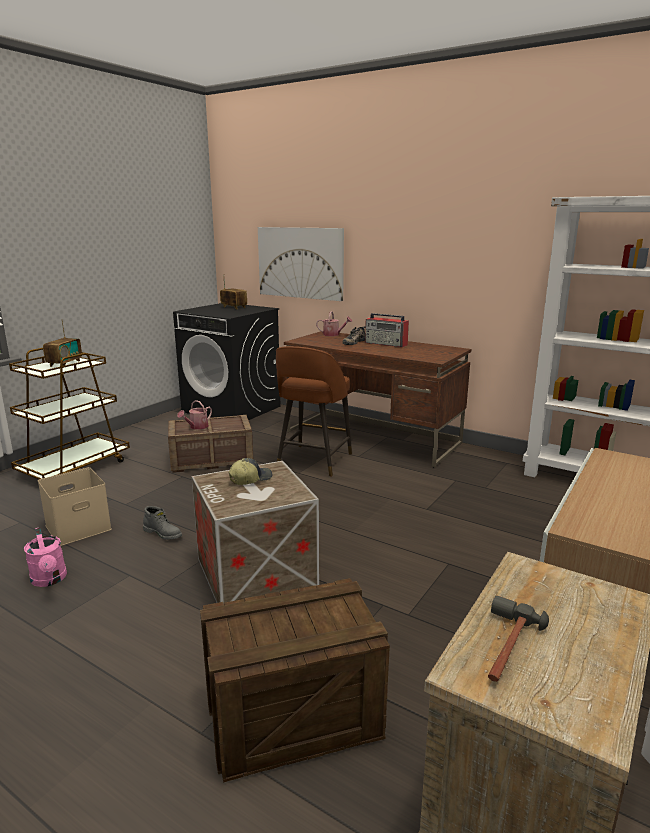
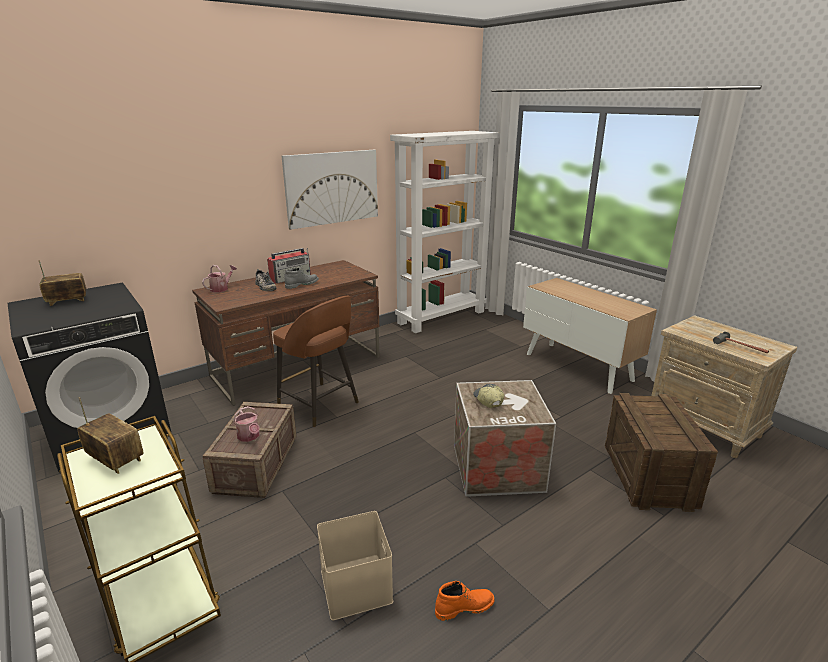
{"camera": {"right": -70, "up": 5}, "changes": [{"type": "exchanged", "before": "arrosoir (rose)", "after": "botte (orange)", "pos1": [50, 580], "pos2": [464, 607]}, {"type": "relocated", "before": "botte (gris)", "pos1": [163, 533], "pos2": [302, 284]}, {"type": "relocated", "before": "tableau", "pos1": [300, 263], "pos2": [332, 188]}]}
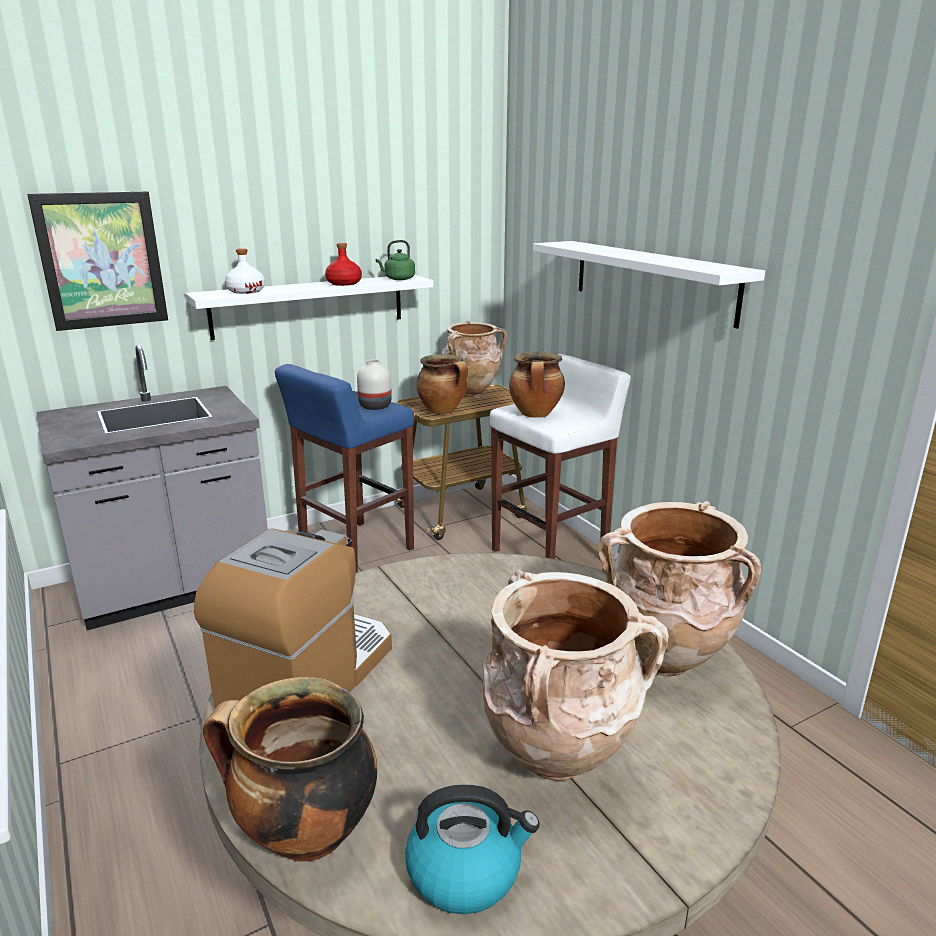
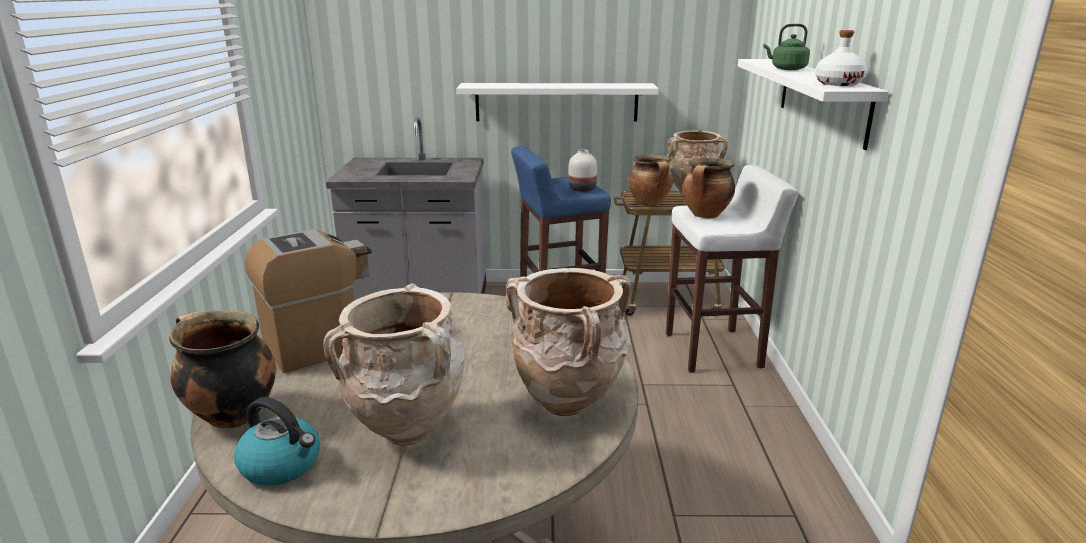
{"camera": {"right": 30, "up": 0}, "changes": [{"type": "missing", "before": "tableau", "pos1": [102, 260]}, {"type": "relocated", "before": "bouteille (blanc)", "pos1": [246, 291], "pos2": [838, 83]}, {"type": "missing", "before": "bouteille (rouge)", "pos1": [344, 283]}, {"type": "relocated", "before": "bouilloire (vert)", "pos1": [398, 279], "pos2": [786, 69]}]}
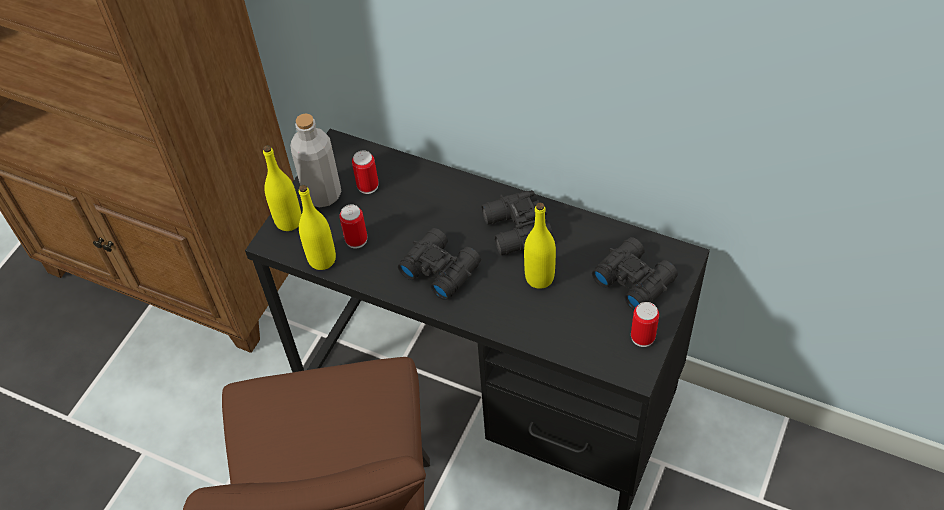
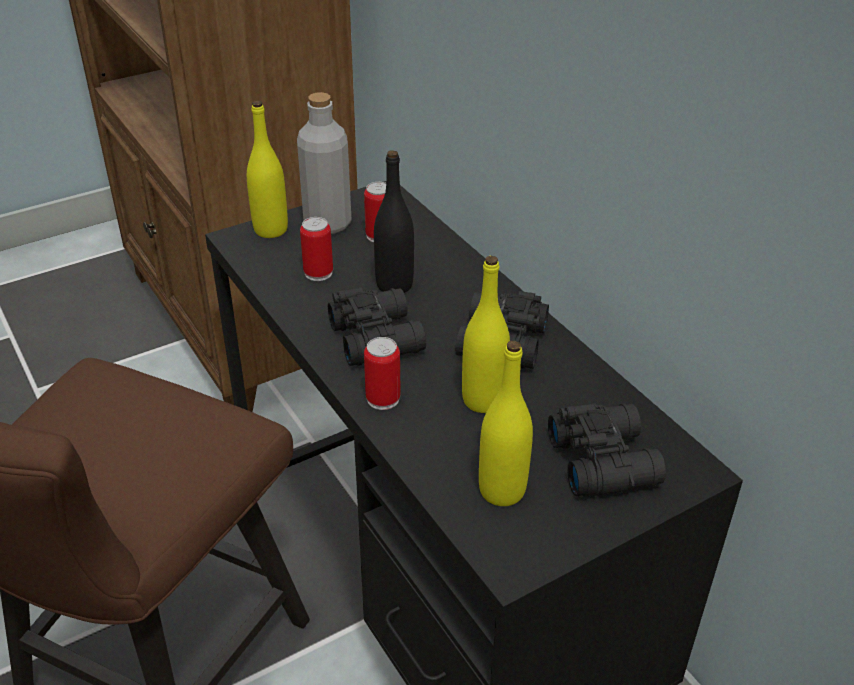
{"camera": {"right": 30, "up": -15}, "changes": [{"type": "relocated", "before": "bouteille (jaune)", "pos1": [322, 259], "pos2": [502, 490]}, {"type": "relocated", "before": "boîte métallique", "pos1": [642, 337], "pos2": [383, 399]}, {"type": "appeared", "after": "bouteille (noir)", "pos2": [394, 285]}]}
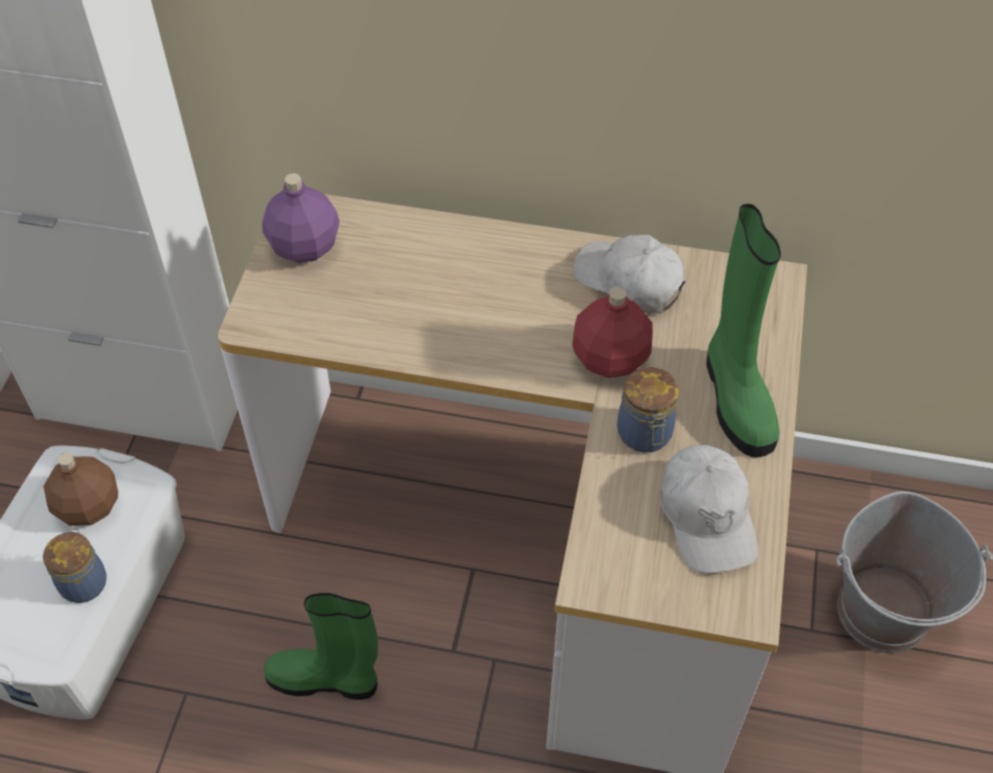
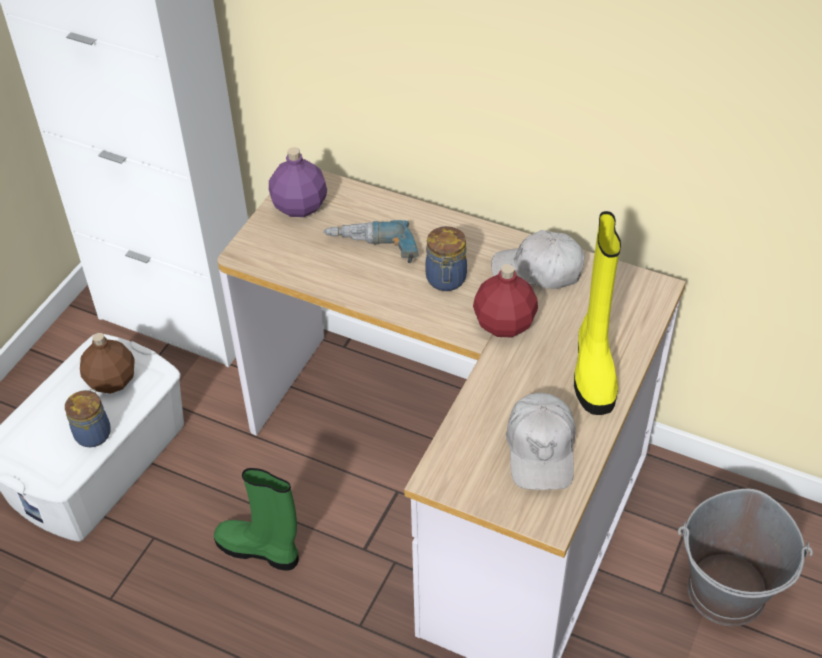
{"camera": {"right": 15, "up": -5}, "changes": [{"type": "spun", "before": "casquette (blanc)", "pos1": [629, 282], "pos2": [538, 271], "turn": -45}, {"type": "relocated", "before": "bocal", "pos1": [645, 435], "pos2": [446, 280]}, {"type": "colour", "before": "botte (vert)", "after": "botte (jaune)", "pos1": [736, 398], "pos2": [593, 369]}, {"type": "appeared", "after": "perceuse", "pos2": [370, 251]}]}
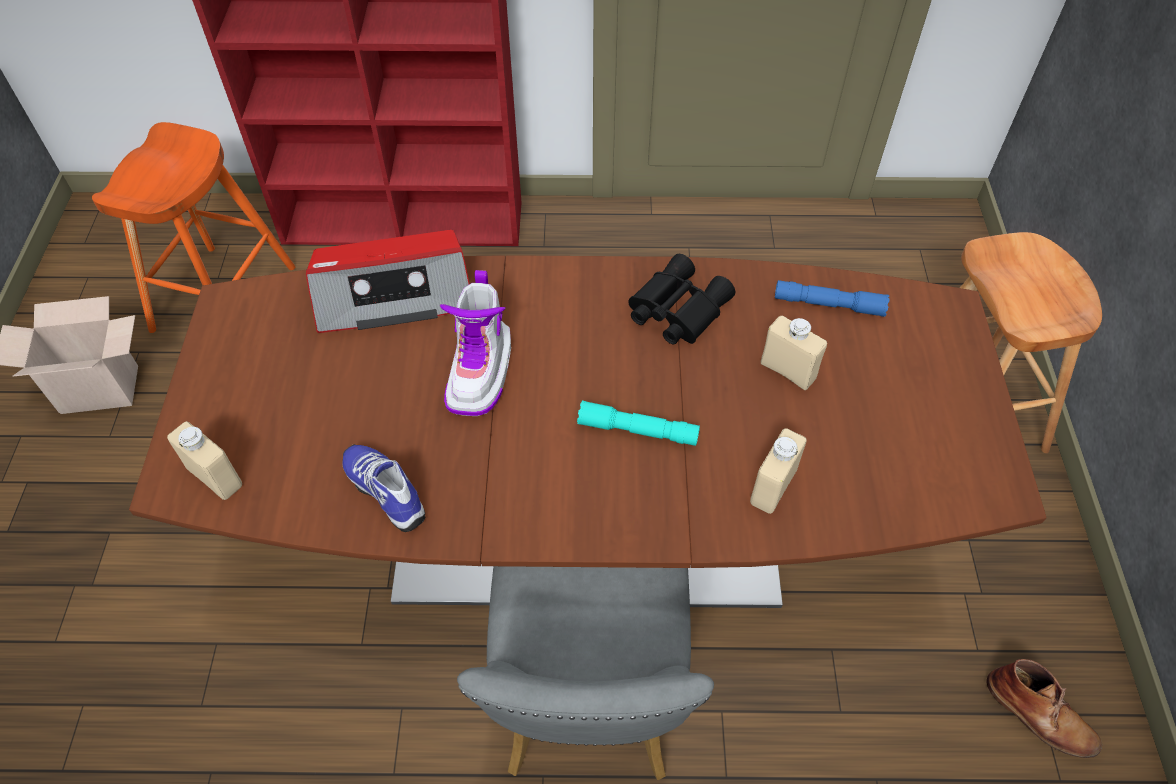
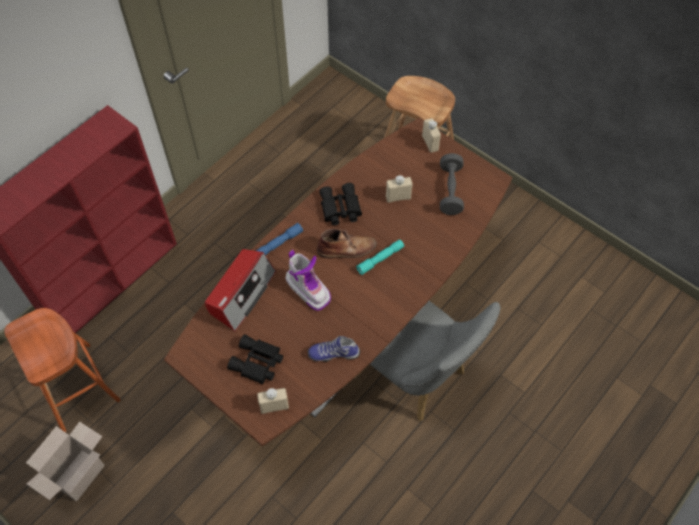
{"camera": {"right": -50, "up": 5}, "changes": [{"type": "relocated", "before": "bouteille (beige)", "pos1": [772, 487], "pos2": [430, 143]}, {"type": "relocated", "before": "lampe de poche (bleu)", "pos1": [828, 304], "pos2": [279, 243]}, {"type": "relocated", "before": "botte (marron)", "pos1": [1041, 715], "pos2": [347, 249]}, {"type": "appeared", "after": "jumelles (noir)", "pos2": [257, 363]}, {"type": "appeared", "after": "haltère (gris)", "pos2": [450, 190]}]}
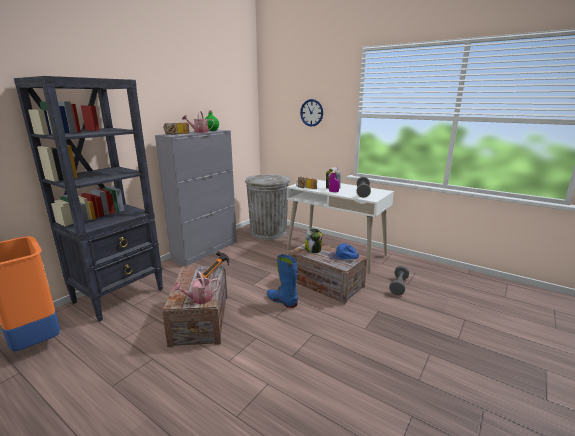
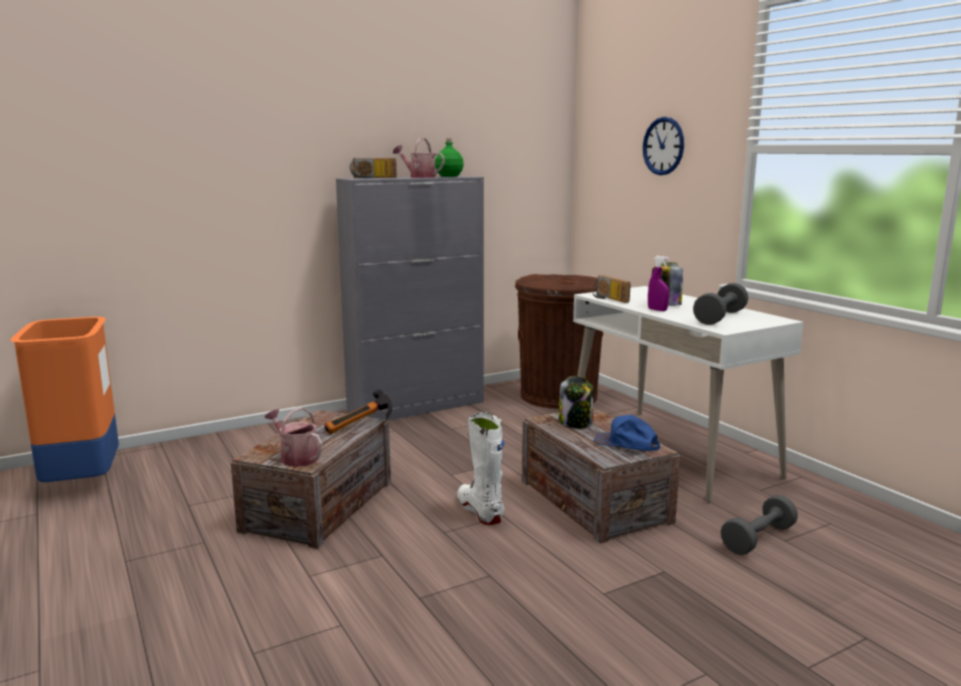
{"camera": {"right": 25, "up": -5}, "changes": [{"type": "missing", "before": "bibliothèque (noir)", "pos1": [120, 295]}, {"type": "spun", "before": "arrosoir", "pos1": [199, 299], "pos2": [296, 457], "turn": 45}, {"type": "colour", "before": "poubelle (gris)", "after": "poubelle (marron)", "pos1": [268, 232], "pos2": [559, 396]}, {"type": "colour", "before": "botte (bleu)", "after": "botte (blanc)", "pos1": [282, 301], "pos2": [480, 511]}]}
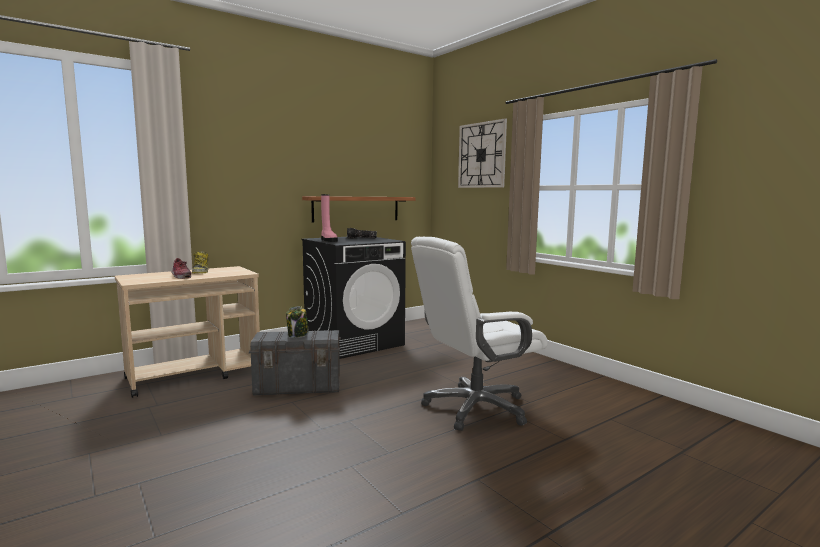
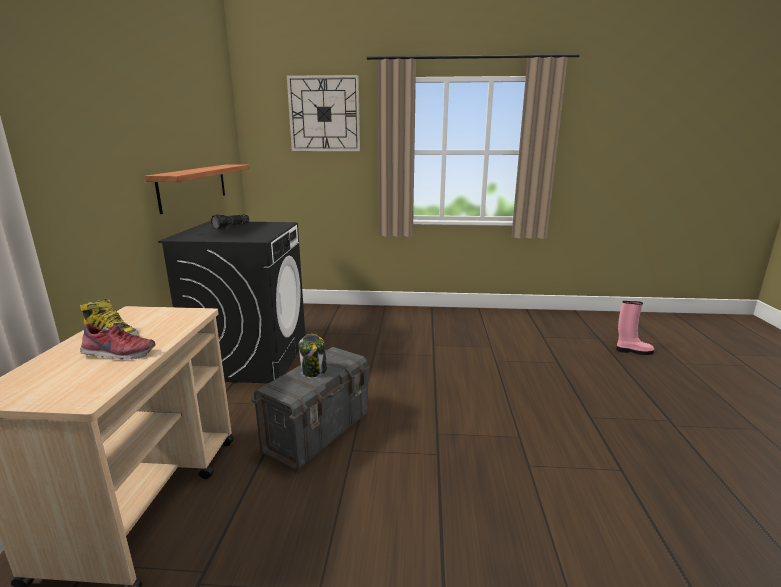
{"camera": {"right": -50, "up": 10}, "changes": [{"type": "relocated", "before": "botte (rose)", "pos1": [328, 240], "pos2": [633, 351]}, {"type": "missing", "before": "chaise de bureau (blanc)", "pos1": [475, 408]}]}
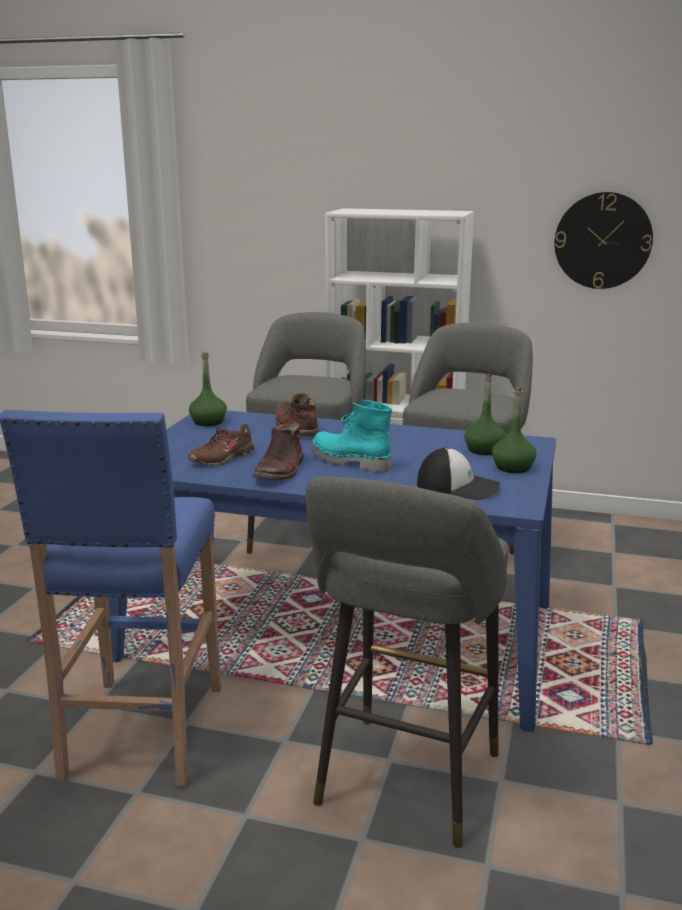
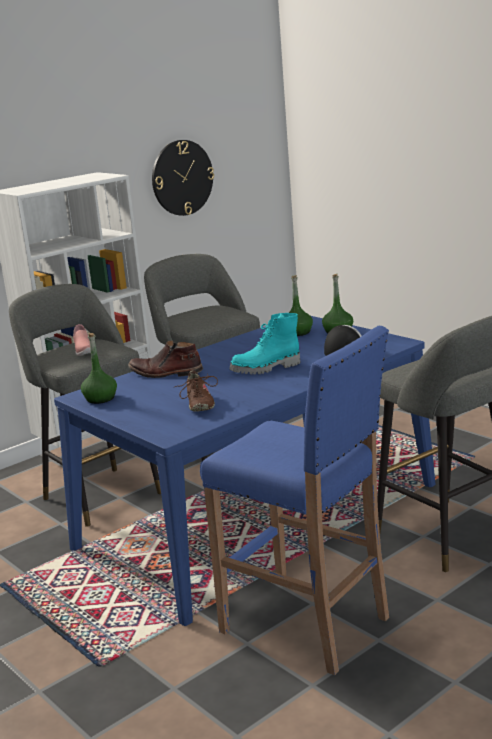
{"camera": {"right": -55, "up": 0}, "changes": [{"type": "missing", "before": "botte (marron)", "pos1": [280, 471]}, {"type": "appeared", "after": "chaussure (rose)", "pos2": [83, 350]}]}
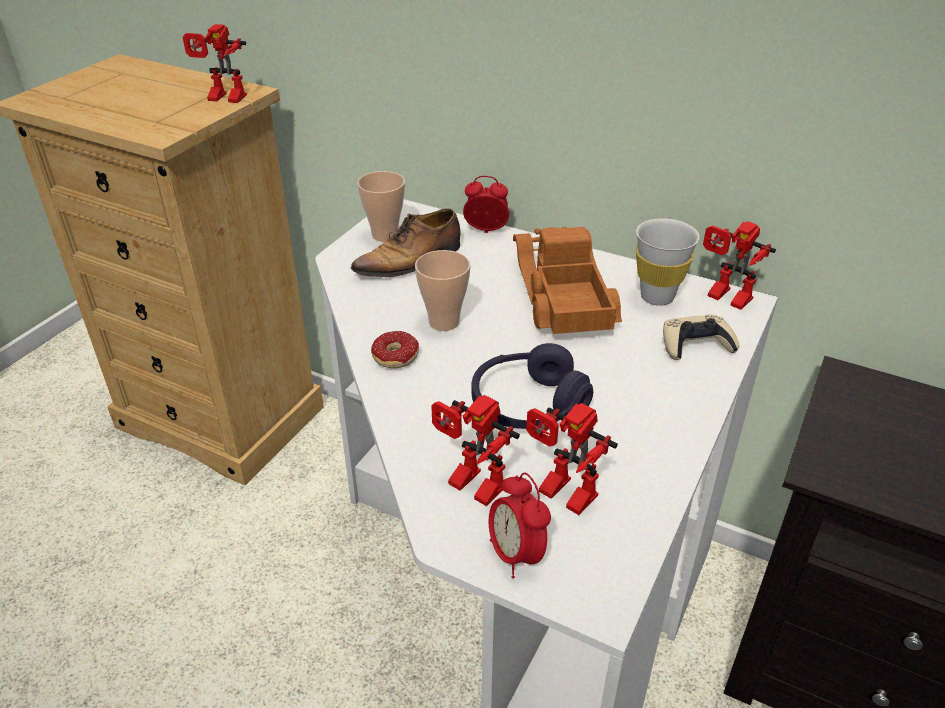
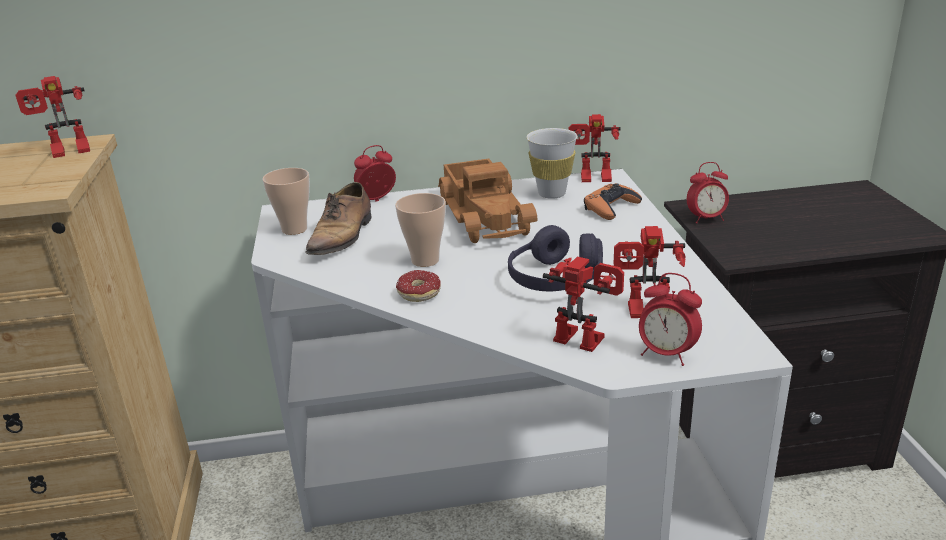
{"camera": {"right": -35, "up": -10}, "changes": [{"type": "spun", "before": "robot jouet", "pos1": [469, 487], "pos2": [584, 337], "turn": -150}, {"type": "spun", "before": "camion jouet", "pos1": [560, 295], "pos2": [486, 215], "turn": -150}, {"type": "colour", "before": "manette (beige)", "after": "manette (orange)", "pos1": [696, 344], "pos2": [611, 207]}, {"type": "appeared", "after": "réveil", "pos2": [706, 219]}]}
